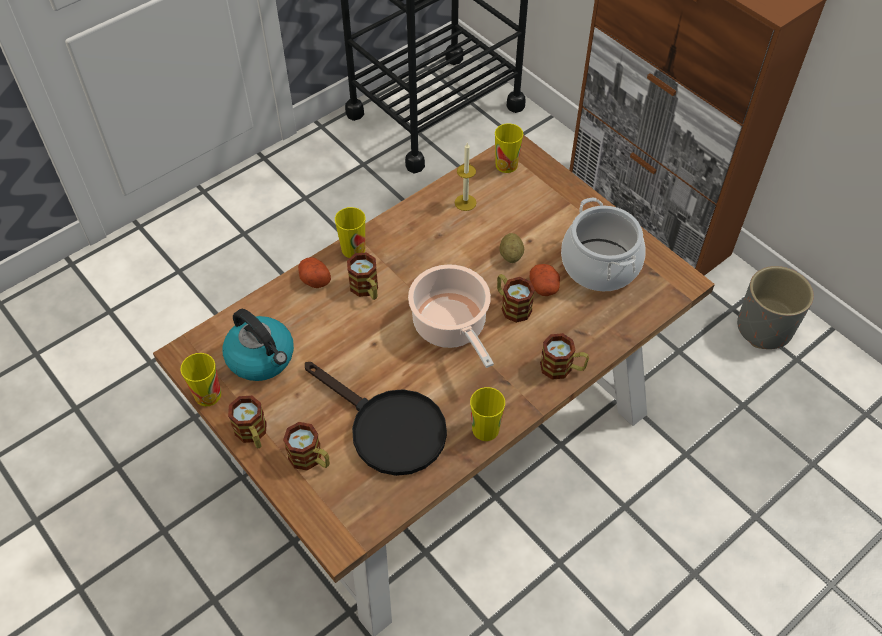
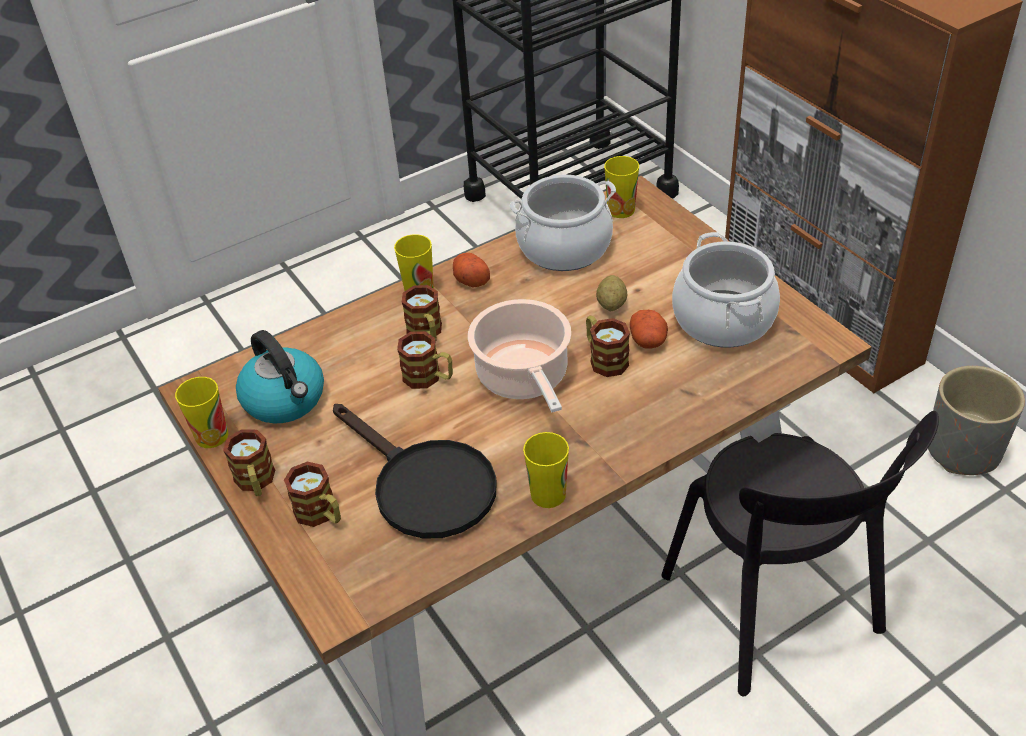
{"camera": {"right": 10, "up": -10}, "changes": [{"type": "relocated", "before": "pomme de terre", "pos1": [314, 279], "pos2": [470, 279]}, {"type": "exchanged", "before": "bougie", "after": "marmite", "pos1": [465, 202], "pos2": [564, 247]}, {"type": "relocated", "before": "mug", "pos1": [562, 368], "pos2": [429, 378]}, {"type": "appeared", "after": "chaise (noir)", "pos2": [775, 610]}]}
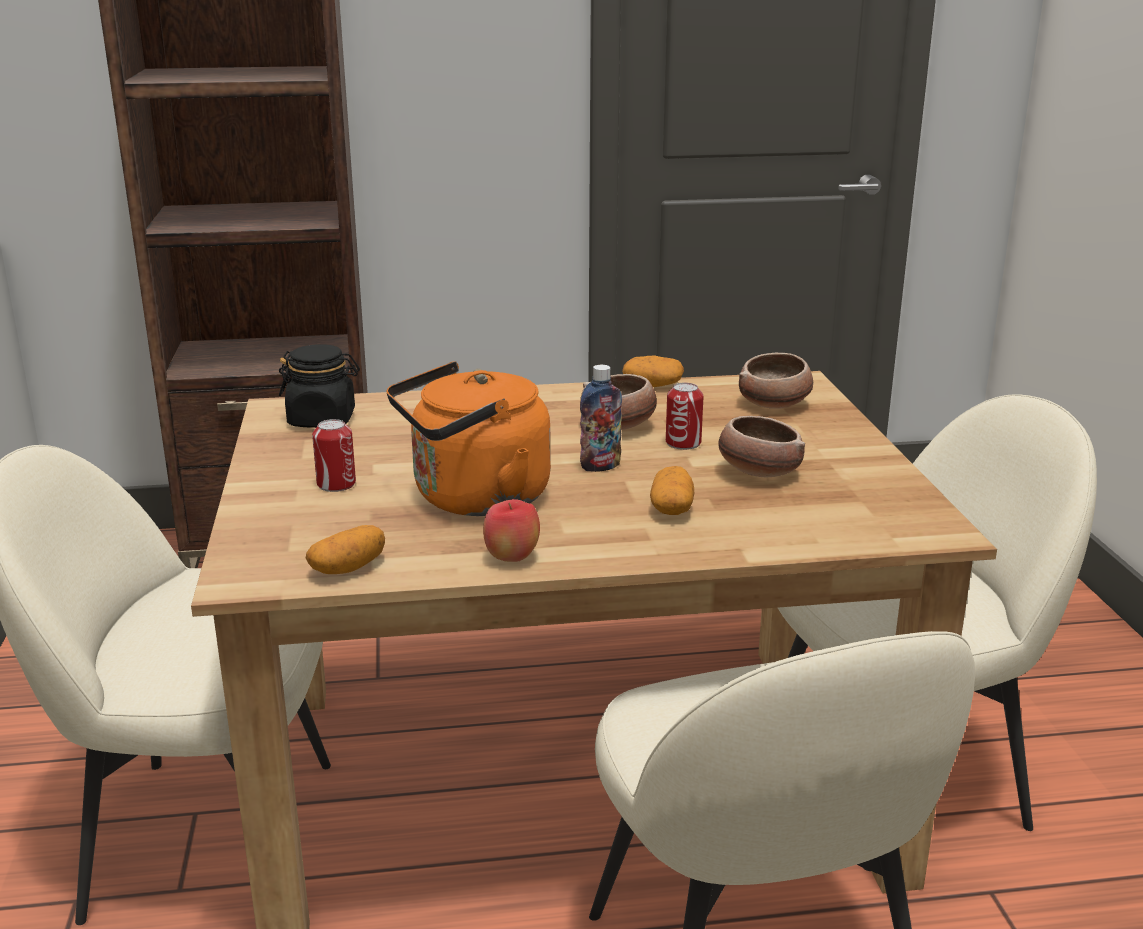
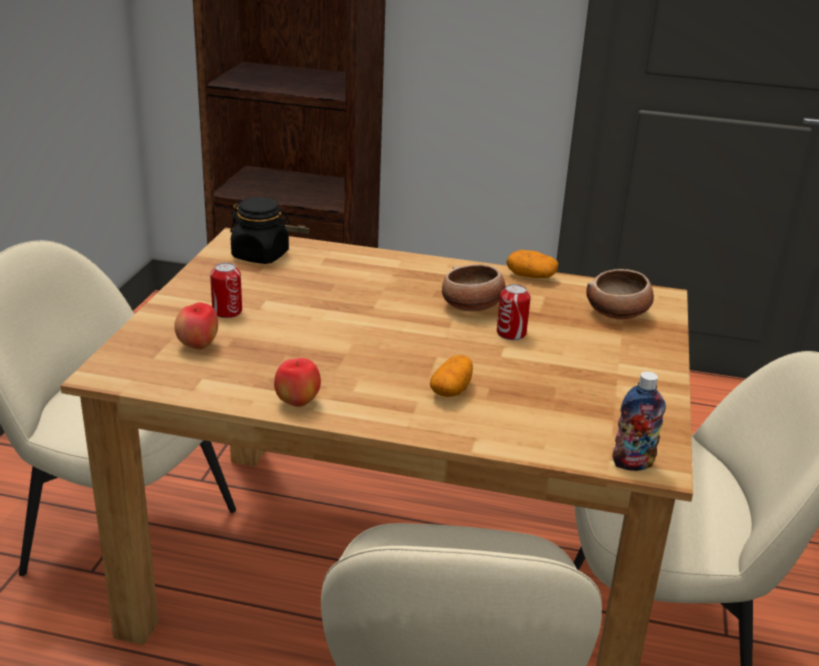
{"camera": {"right": 20, "up": 5}, "changes": [{"type": "missing", "before": "pomme de terre", "pos1": [348, 568]}, {"type": "missing", "before": "bouilloire (orange)", "pos1": [474, 499]}, {"type": "relocated", "before": "bouteille", "pos1": [600, 466], "pos2": [632, 463]}, {"type": "missing", "before": "bol", "pos1": [758, 472]}, {"type": "appeared", "after": "pomme", "pos2": [198, 346]}]}
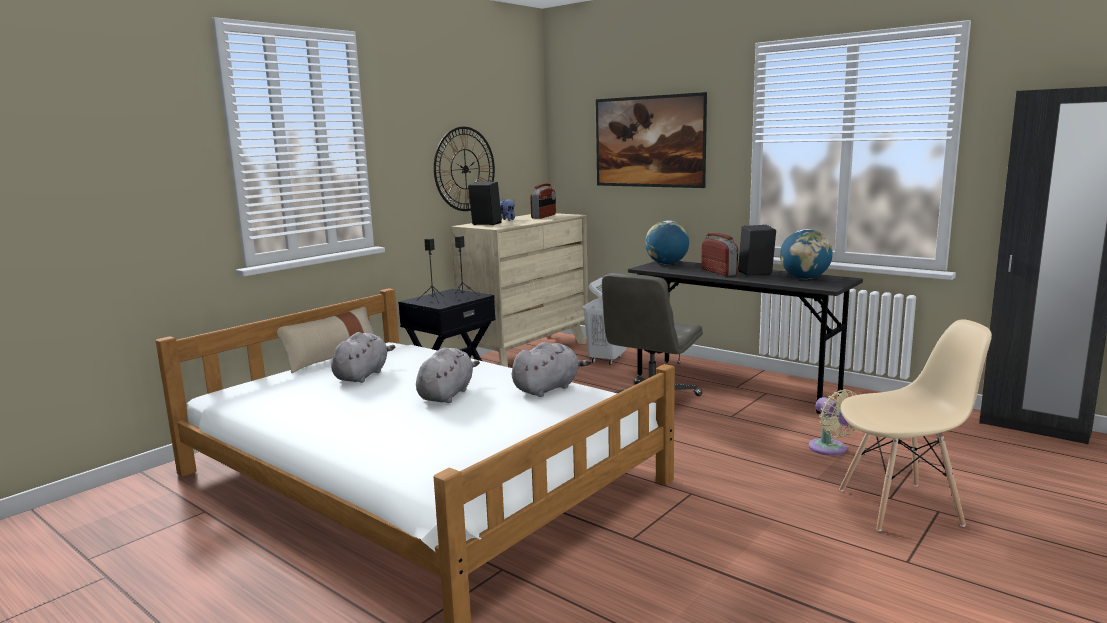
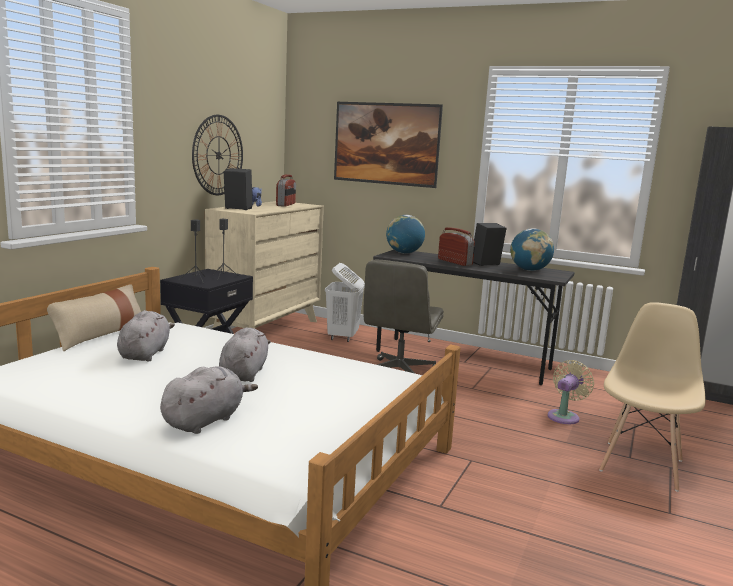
{"camera": {"right": -15, "up": 0}, "changes": [{"type": "relocated", "before": "peluche (gris)", "pos1": [548, 388], "pos2": [205, 420]}, {"type": "spun", "before": "ventilateur (beige)", "pos1": [830, 449], "pos2": [564, 416], "turn": -105}, {"type": "spun", "before": "chaise (beige)", "pos1": [900, 507], "pos2": [641, 464], "turn": -45}]}
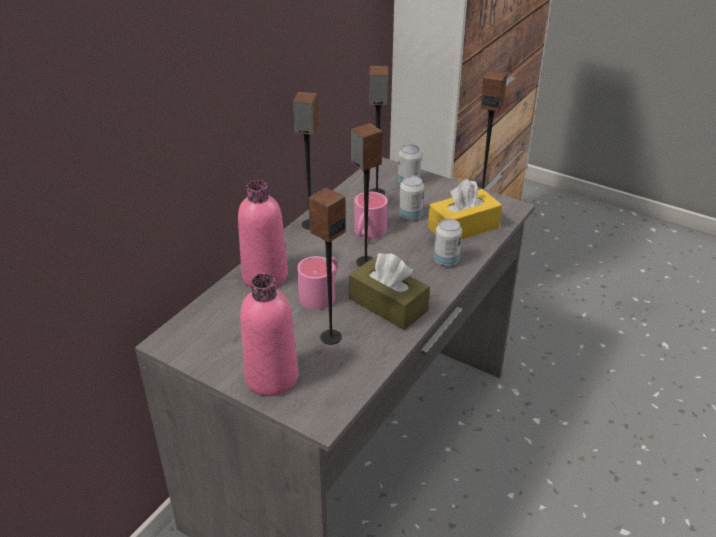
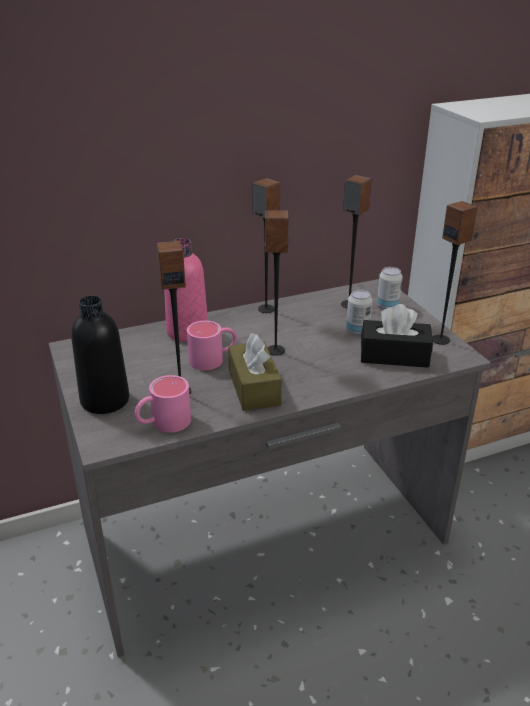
{"camera": {"right": 35, "up": -5}, "changes": [{"type": "colour", "before": "bouteille (rose)", "after": "bouteille (noir)", "pos1": [271, 378], "pos2": [105, 400]}, {"type": "relocated", "before": "mug (rose)", "pos1": [367, 233], "pos2": [163, 423]}, {"type": "colour", "before": "boîte à mouchoirs (jaune)", "after": "boîte à mouchoirs (noir)", "pos1": [463, 227], "pos2": [394, 355]}, {"type": "missing", "before": "boîte métallique", "pos1": [446, 260]}]}
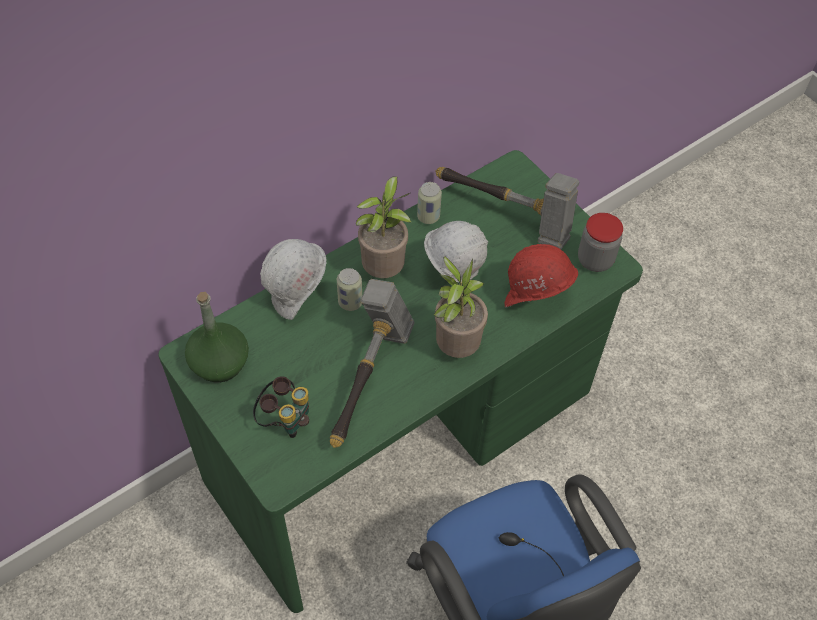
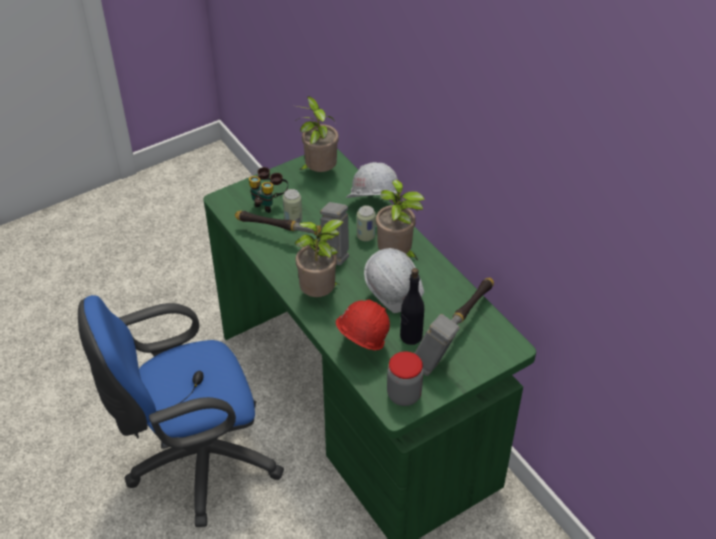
{"camera": {"right": 95, "up": -10}, "changes": [{"type": "exchanged", "before": "bouteille (vert)", "after": "plante en pot", "pos1": [219, 363], "pos2": [318, 172]}, {"type": "relocated", "before": "boîte métallique", "pos1": [428, 217], "pos2": [293, 219]}, {"type": "appeared", "after": "bouteille (noir)", "pos2": [410, 336]}]}
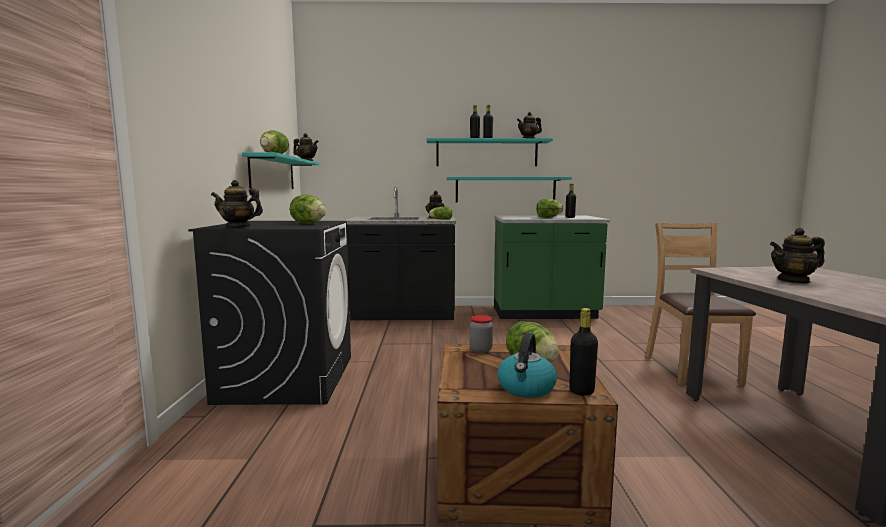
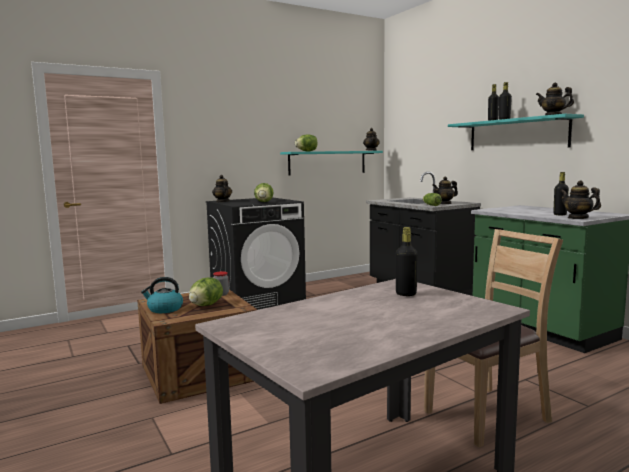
{"camera": {"right": 60, "up": 0}, "changes": [{"type": "missing", "before": "étagère (turquoise)", "pos1": [505, 190]}, {"type": "missing", "before": "laitue", "pos1": [548, 217]}, {"type": "relocated", "before": "bouteille (noir)", "pos1": [581, 391], "pos2": [406, 294]}, {"type": "relocated", "before": "théière", "pos1": [794, 281], "pos2": [578, 218]}]}
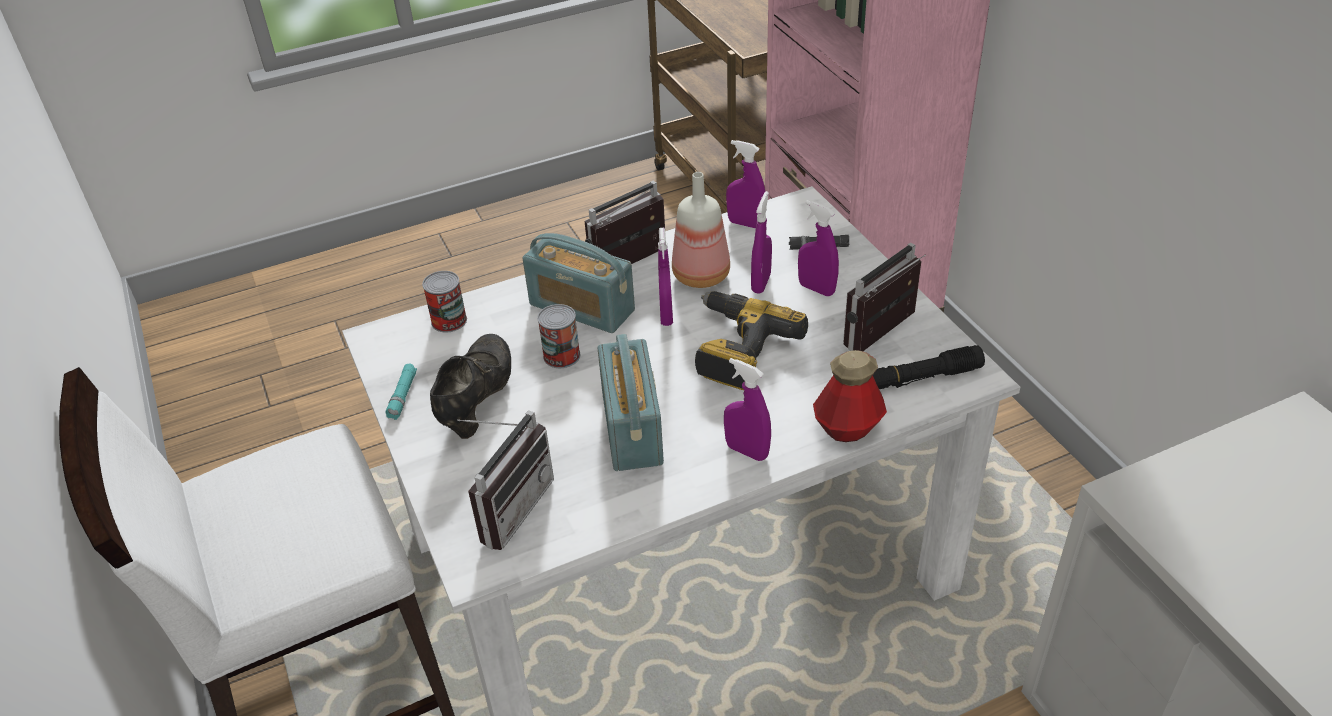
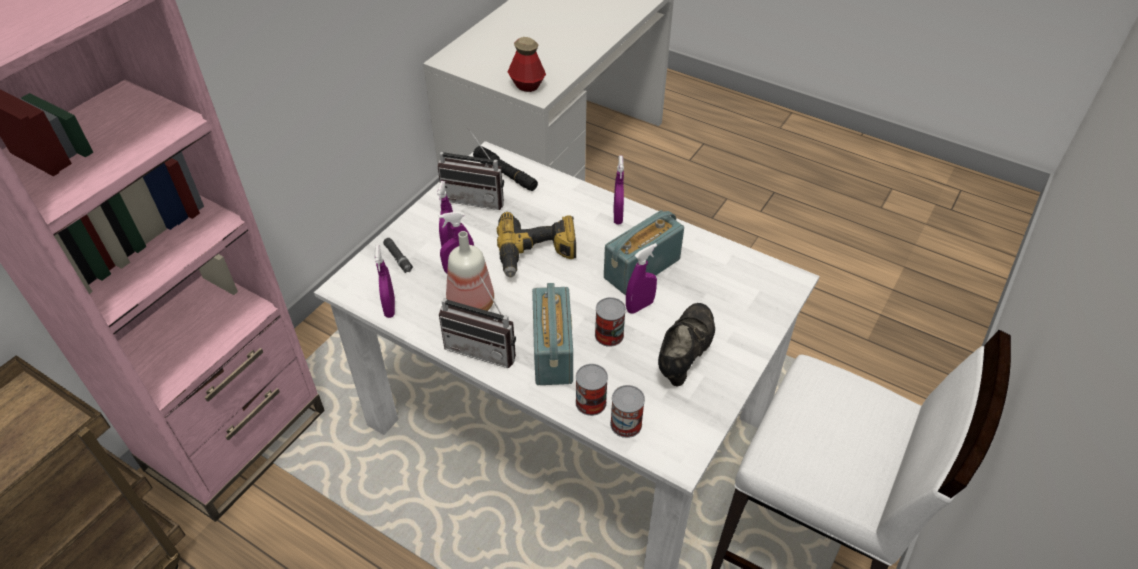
{"camera": {"right": -125, "up": 5}, "changes": [{"type": "missing", "before": "lampe de poche (turquoise)", "pos1": [403, 396]}, {"type": "spun", "before": "chaussure (noir)", "pos1": [477, 400], "pos2": [684, 354], "turn": 135}, {"type": "missing", "before": "radio", "pos1": [508, 507]}, {"type": "relocated", "before": "vaporisateur (violet)", "pos1": [666, 315], "pos2": [640, 306]}, {"type": "relocated", "before": "bouteille", "pos1": [847, 428], "pos2": [527, 85]}, {"type": "appeared", "after": "boîte métallique", "pos2": [591, 402]}]}
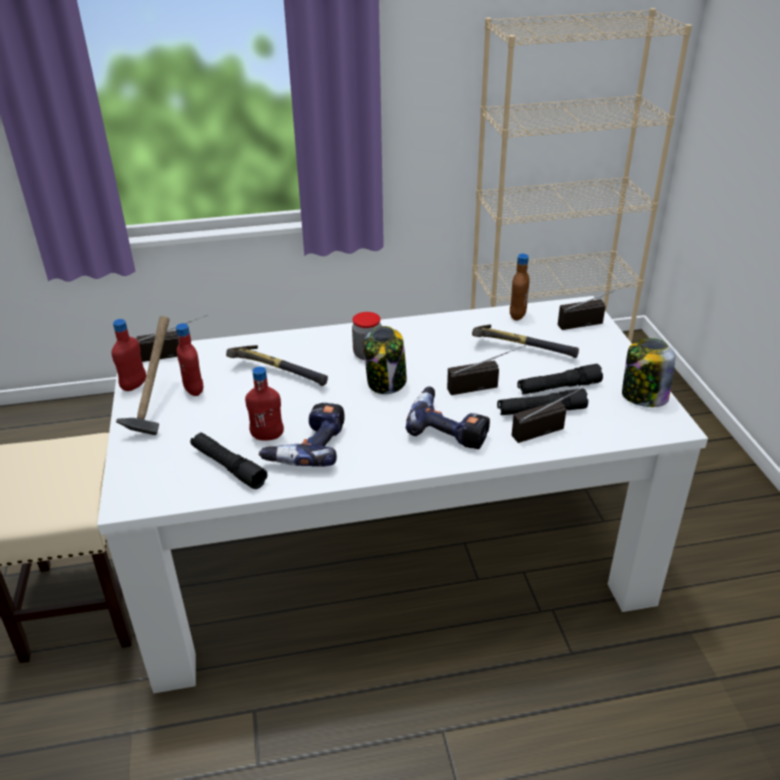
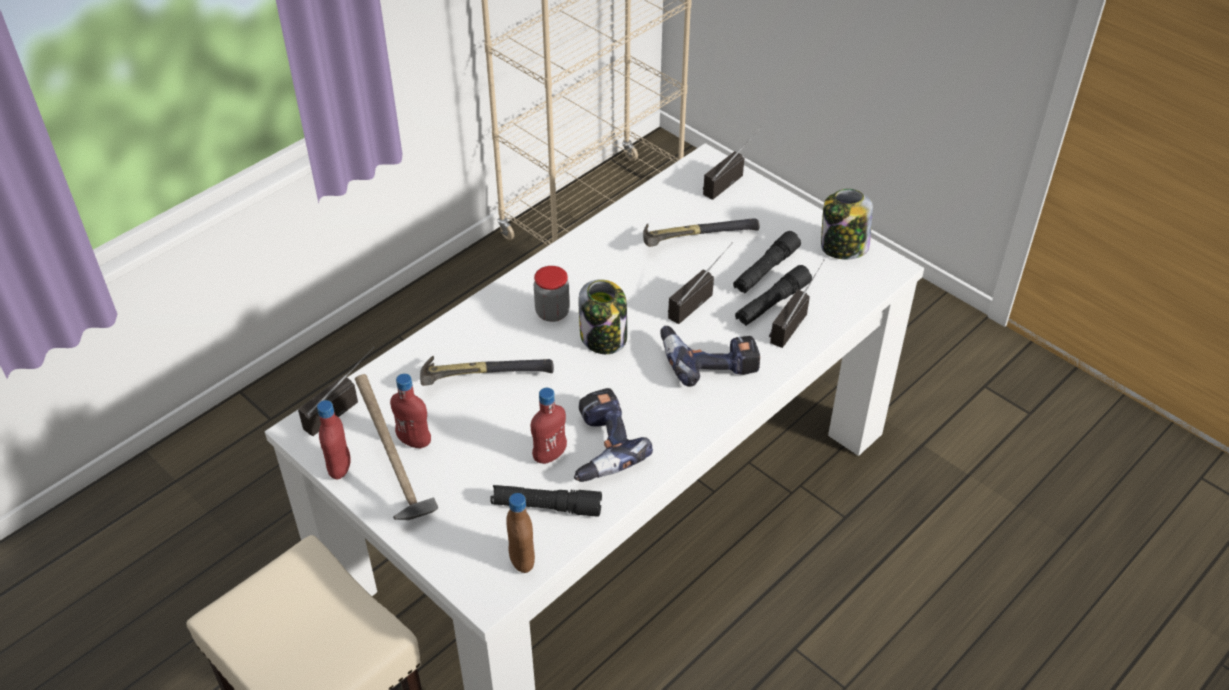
{"camera": {"right": -35, "up": 10}, "changes": [{"type": "relocated", "before": "bouteille (marron)", "pos1": [517, 315], "pos2": [522, 560]}]}
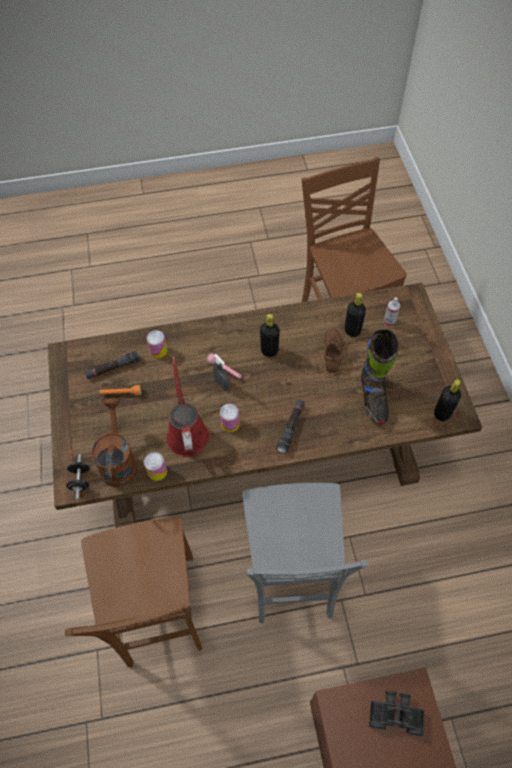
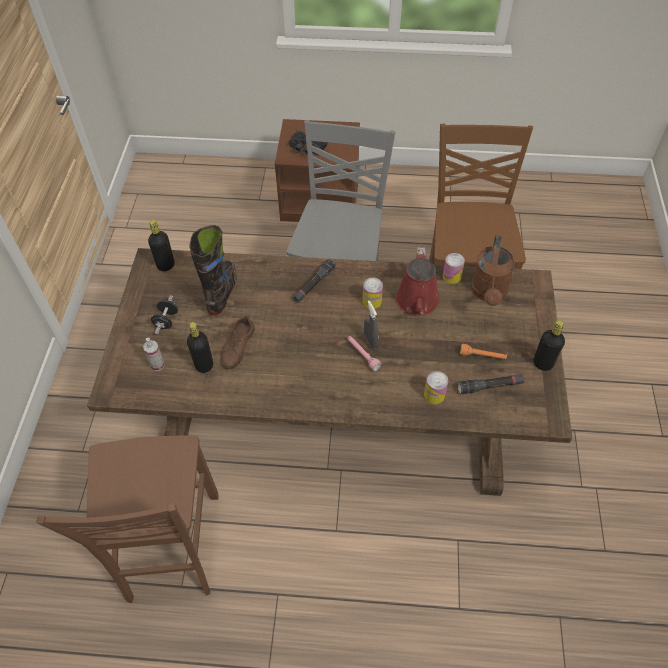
{"camera": {"right": -165, "up": -5}, "changes": [{"type": "relocated", "before": "haltère (noir)", "pos1": [80, 480], "pos2": [166, 321]}, {"type": "relocated", "before": "bouteille (noir)", "pos1": [269, 351], "pos2": [543, 363]}]}
